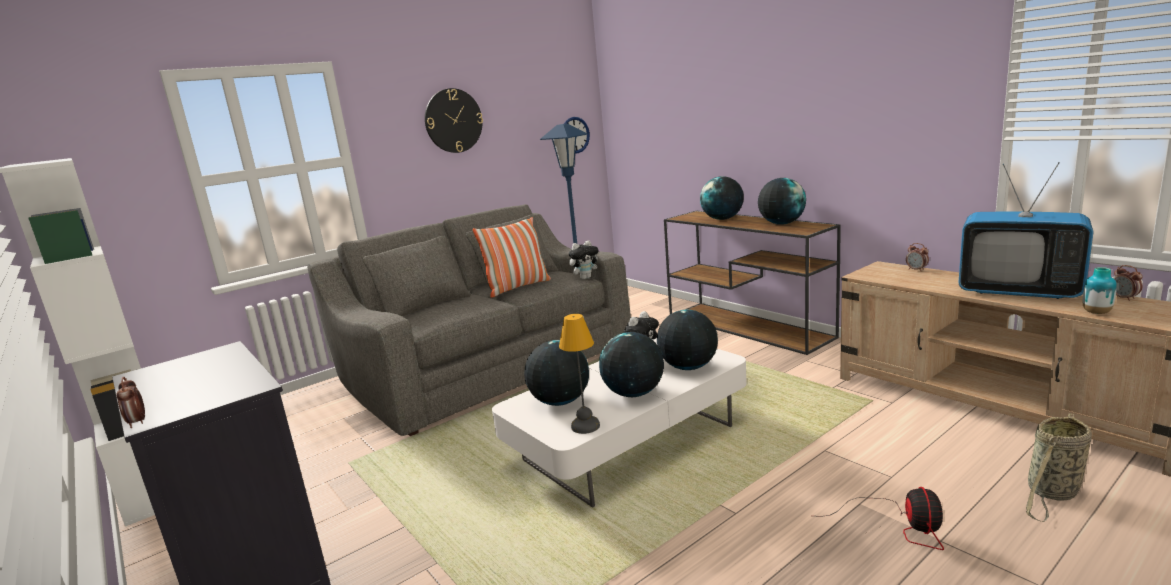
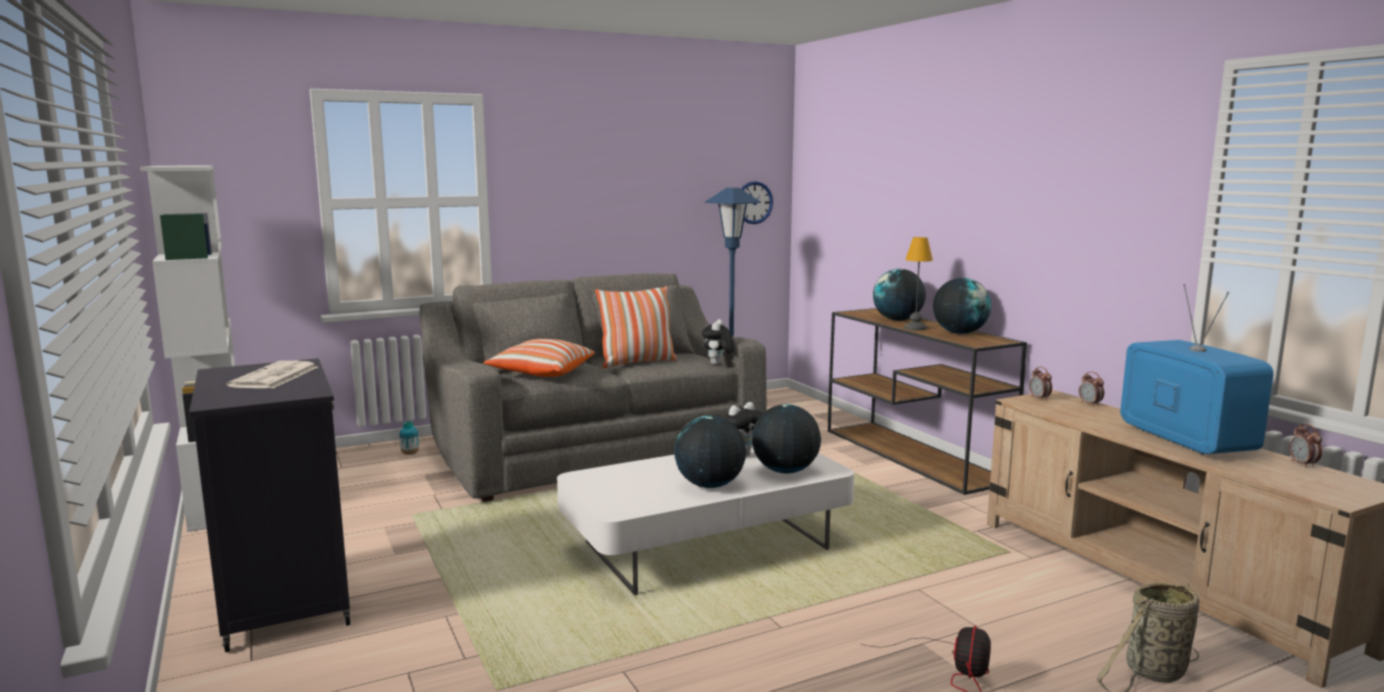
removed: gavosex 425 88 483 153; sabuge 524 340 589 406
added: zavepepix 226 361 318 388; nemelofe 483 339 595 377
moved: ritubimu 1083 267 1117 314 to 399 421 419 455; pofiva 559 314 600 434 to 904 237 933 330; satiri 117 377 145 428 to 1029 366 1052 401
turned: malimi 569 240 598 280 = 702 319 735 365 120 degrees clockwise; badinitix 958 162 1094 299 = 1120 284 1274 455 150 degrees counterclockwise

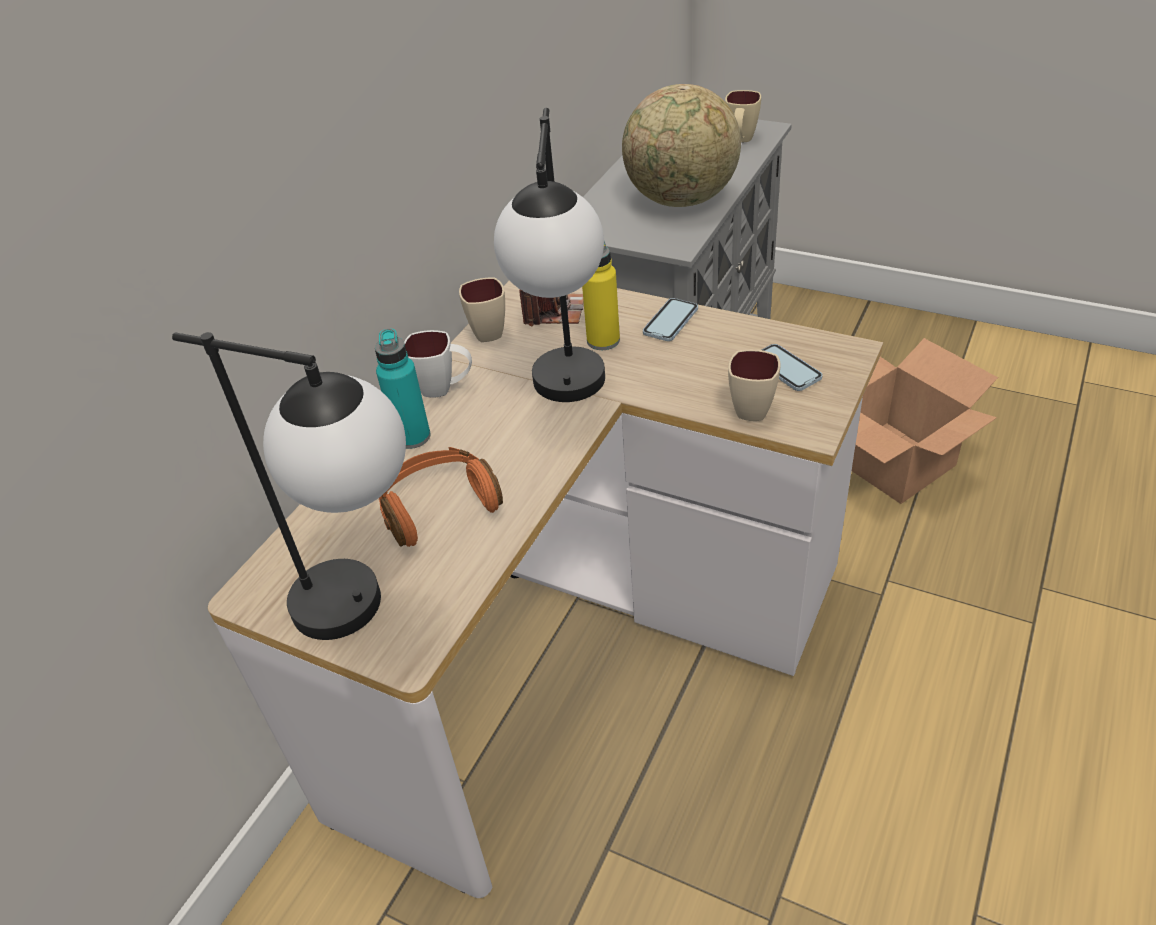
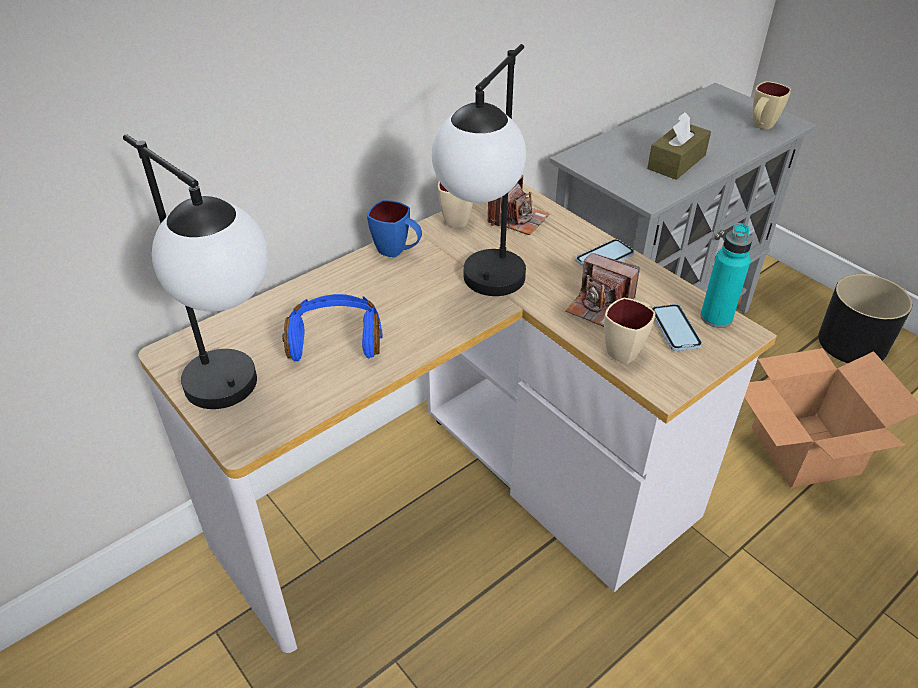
removed: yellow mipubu 582 241 620 350
added: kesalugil 565 253 640 327; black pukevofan 818 274 912 363
moved: turquoise mipubu 375 329 431 449 to 701 223 752 328
replaced: sabuge 622 84 741 207 to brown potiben 647 112 711 180
recoloured: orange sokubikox 379 447 503 547 to blue sokubikox 282 294 383 362; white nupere 404 330 472 398 to blue nupere 367 200 422 257

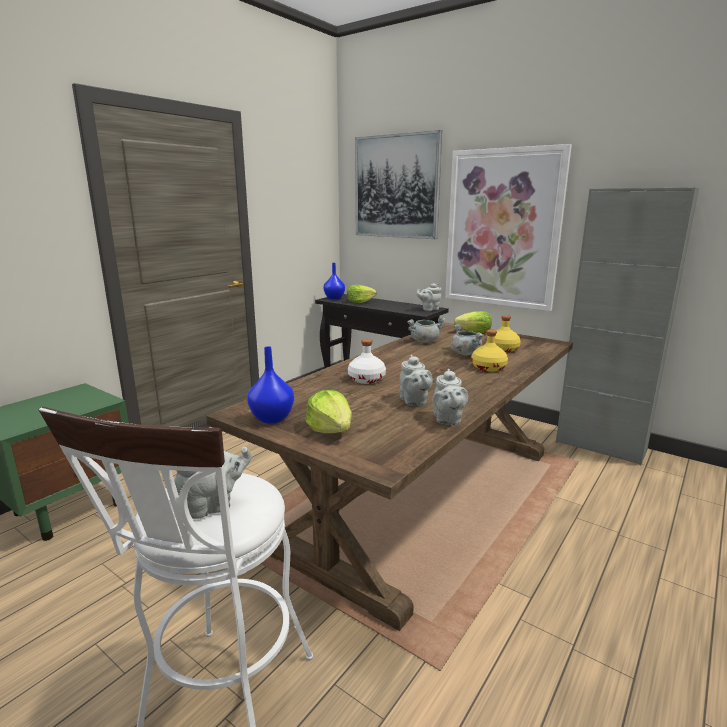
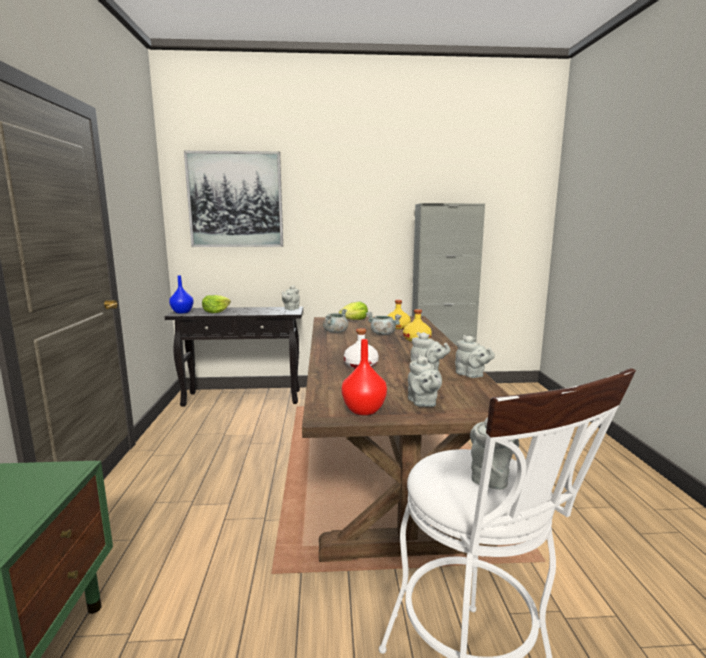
removed: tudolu 445 144 572 311
replaced: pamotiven 305 390 352 433 to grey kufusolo 408 355 442 407
recoloured: blue ritubimu 247 346 294 424 to red ritubimu 341 339 387 415

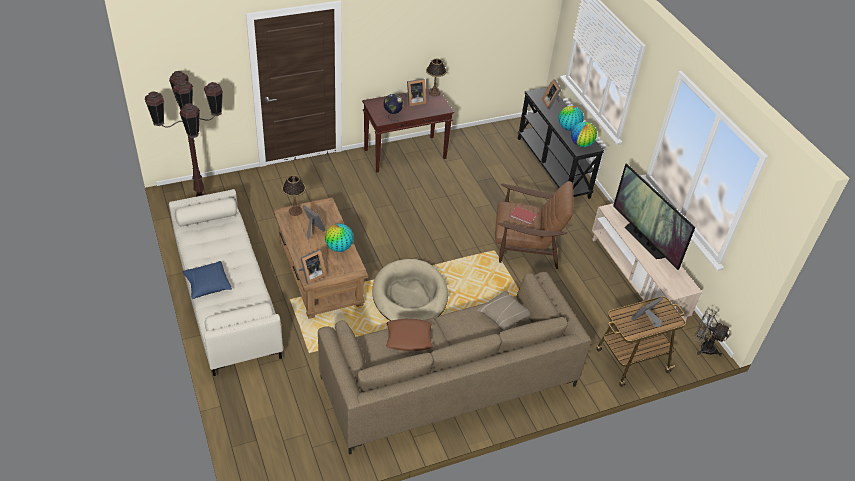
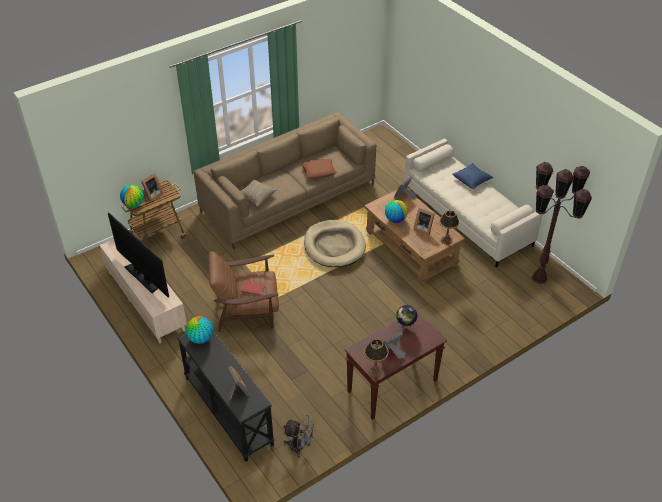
moved: sabuge 559 106 584 131 to 120 184 144 208; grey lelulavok 694 308 730 356 to 283 415 316 457

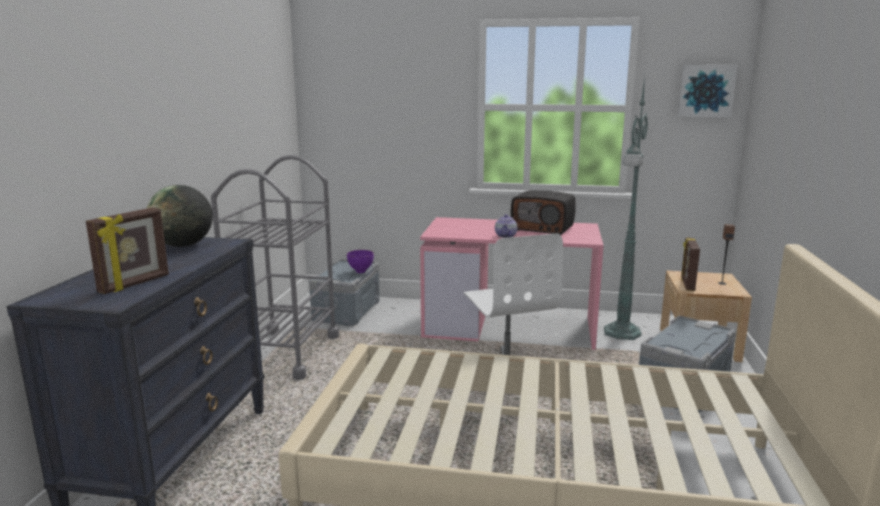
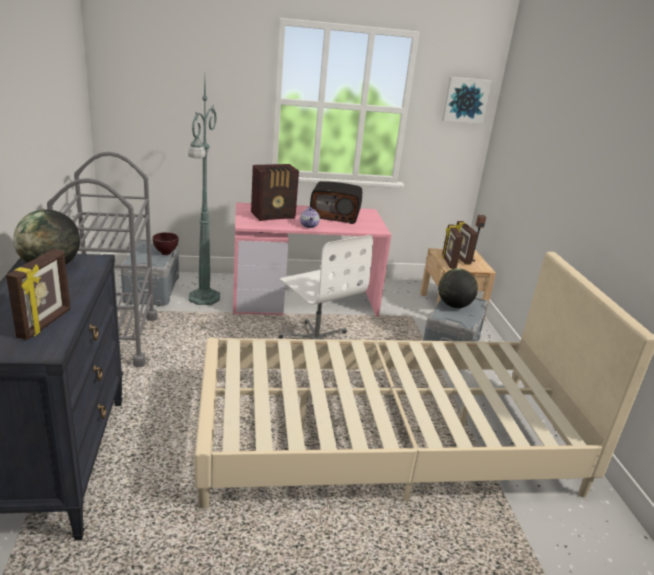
added: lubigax 251 164 299 221; sabuge 438 268 478 308; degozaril 455 221 478 265
moved: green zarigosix 604 76 648 340 to 188 81 220 305
recoloured: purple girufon 347 250 374 273 to brown girufon 152 232 179 255

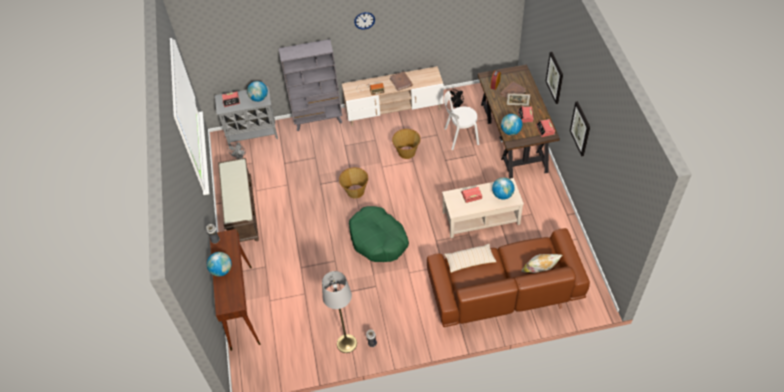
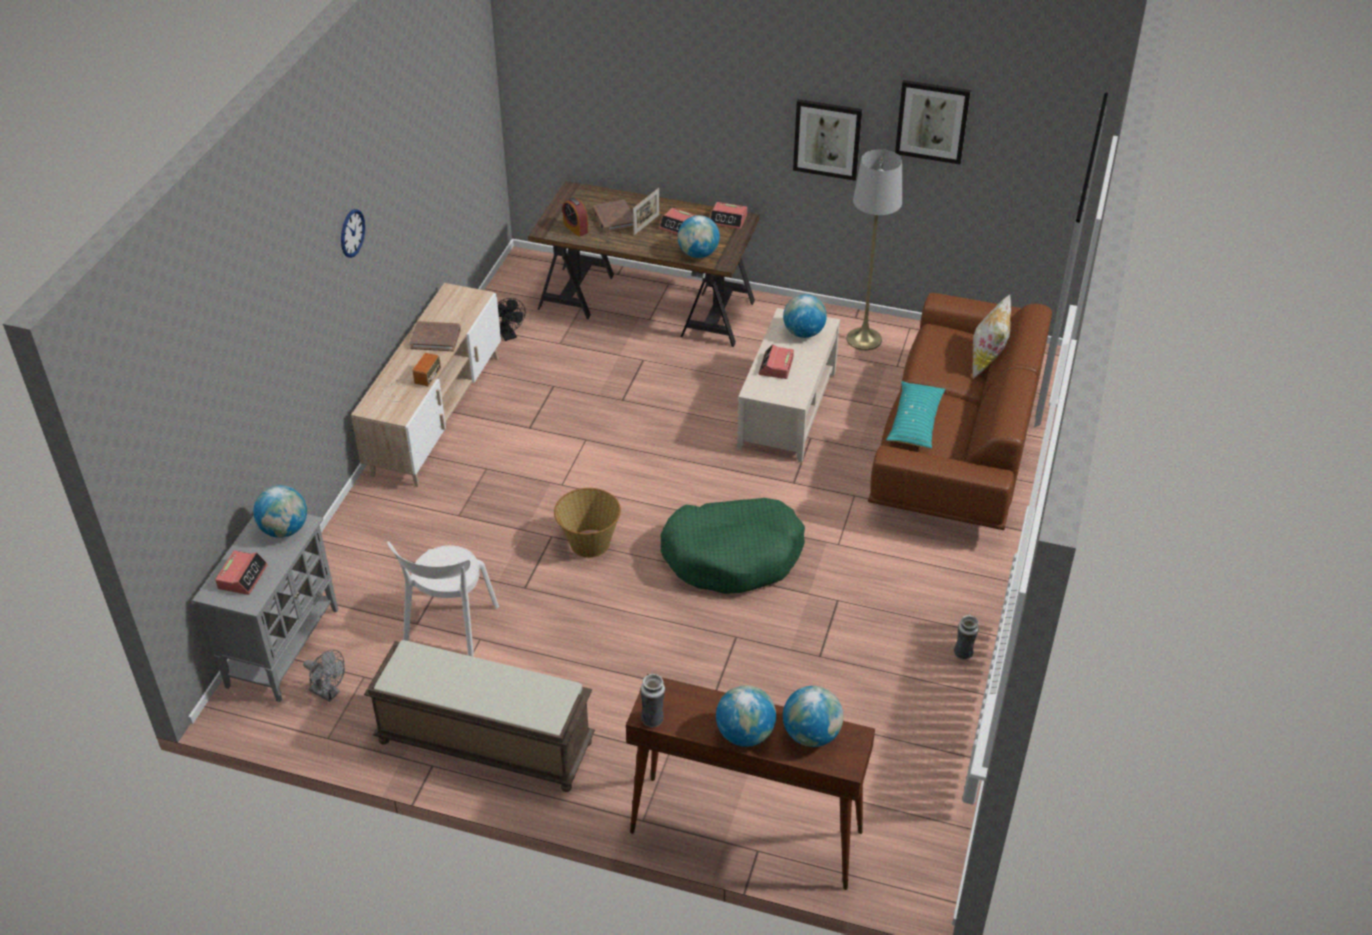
removed: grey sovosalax 279 39 342 131; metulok 392 129 421 159
added: sabuge 783 686 843 747
moved: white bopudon 444 91 479 150 to 387 541 499 657; grey zarigosix 322 271 357 353 to 846 149 902 350; tudolu 546 52 563 104 to 895 80 971 164
recoloured: beige nemelofe 444 243 496 273 to turquoise nemelofe 886 381 945 449

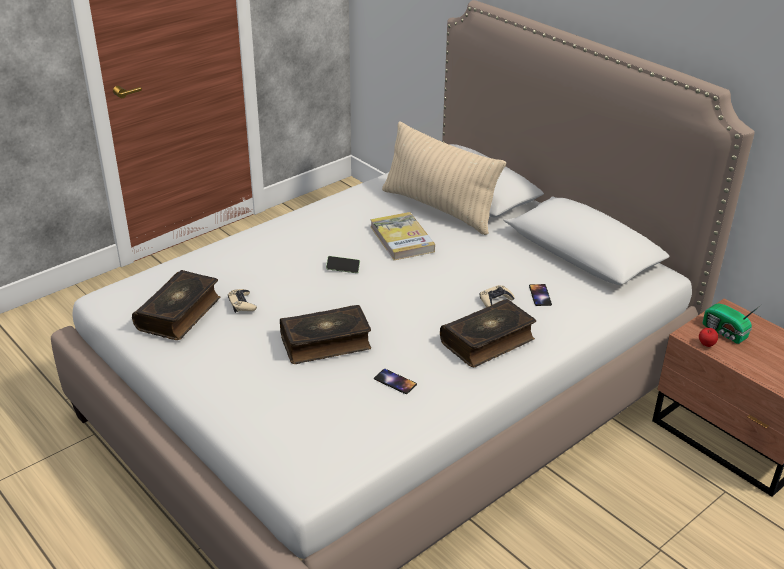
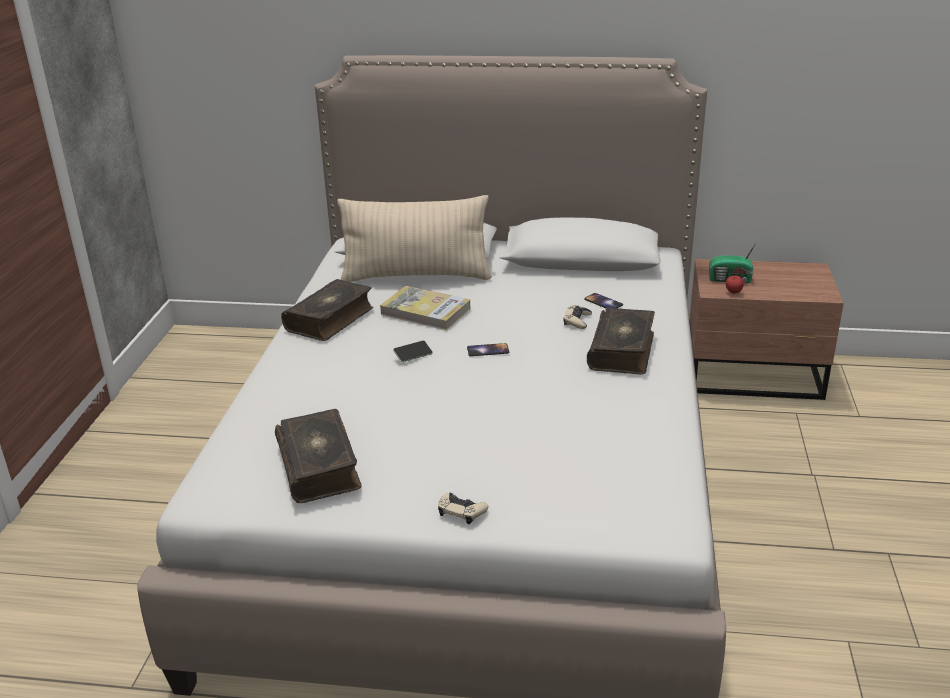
moved: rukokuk 280 305 371 364 to 281 279 373 341; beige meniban 228 289 257 313 to 438 492 488 524; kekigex 374 369 417 394 to 467 343 509 356

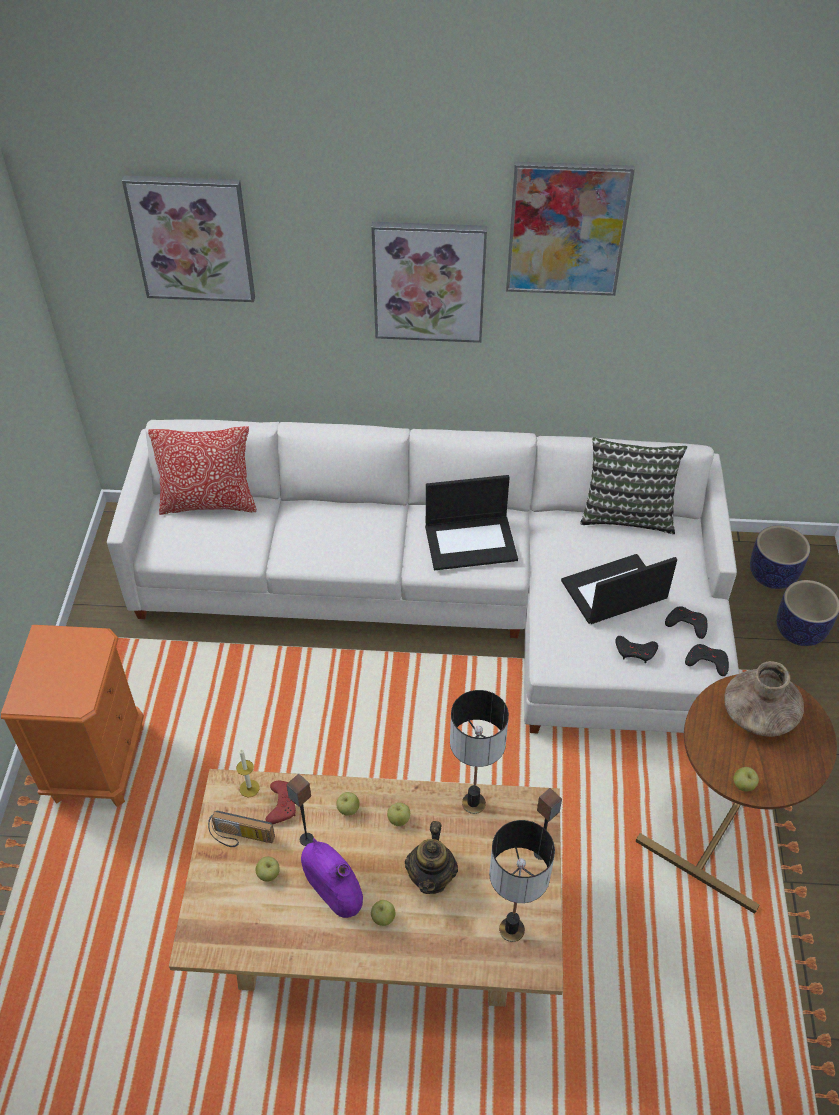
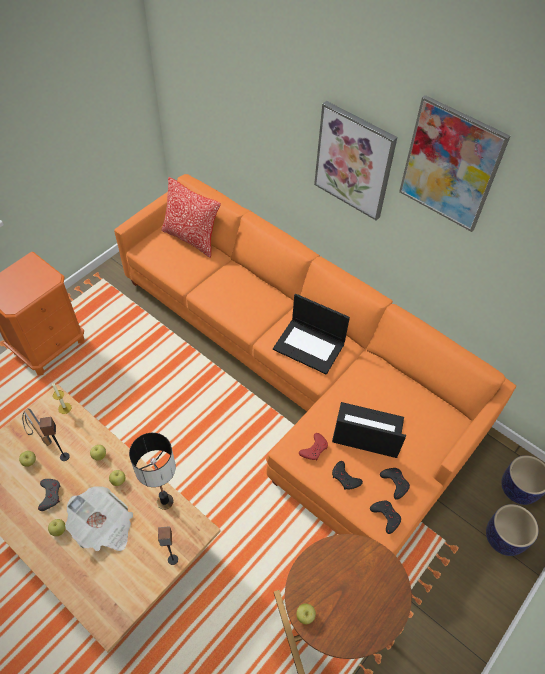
removed: tudolu 122 176 255 302; pofiva 489 820 555 942; nemelofe 580 437 687 534; brown ritubimu 724 661 804 737
moved: red meniban 266 781 296 824 to 299 433 328 460
replaced: purple ritubimu 301 838 363 918 to grey meniban 38 479 61 511; kufusolo 405 821 458 894 to zavepepix 65 486 133 551
recoloured: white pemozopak 107 419 739 733 to orange pemozopak 114 174 516 556

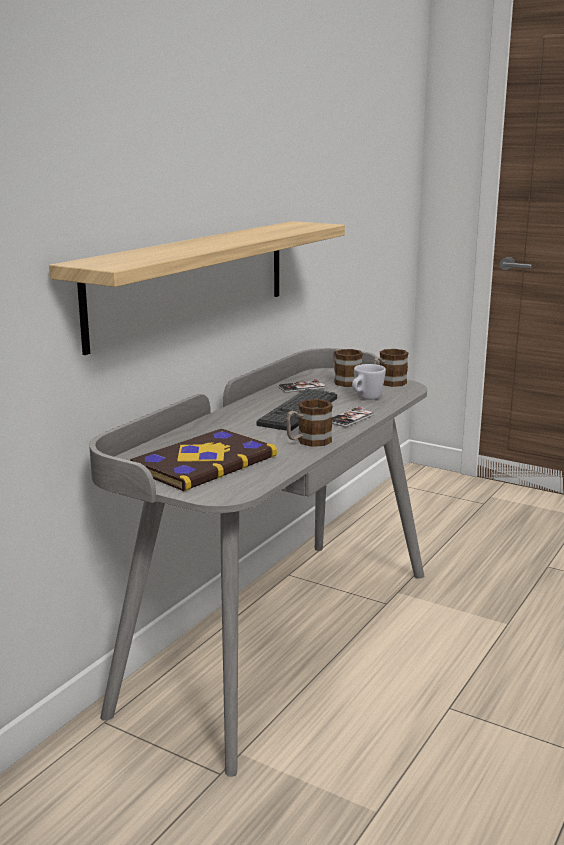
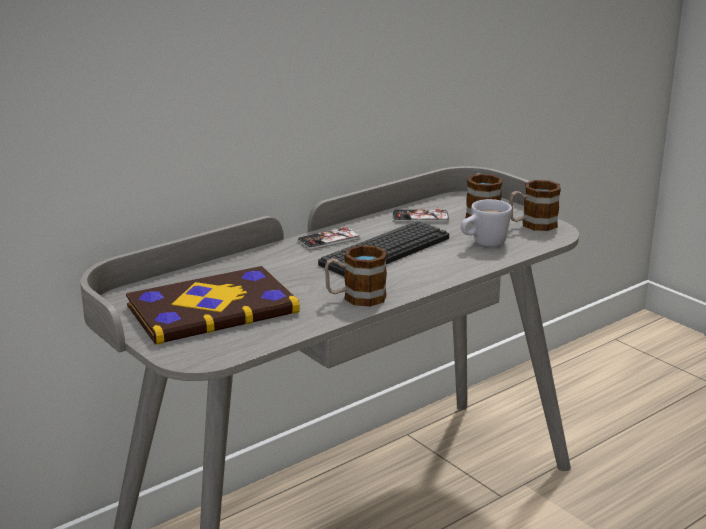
removed: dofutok 49 221 345 355
moved: kekigex 332 406 374 427 to 297 225 360 250

